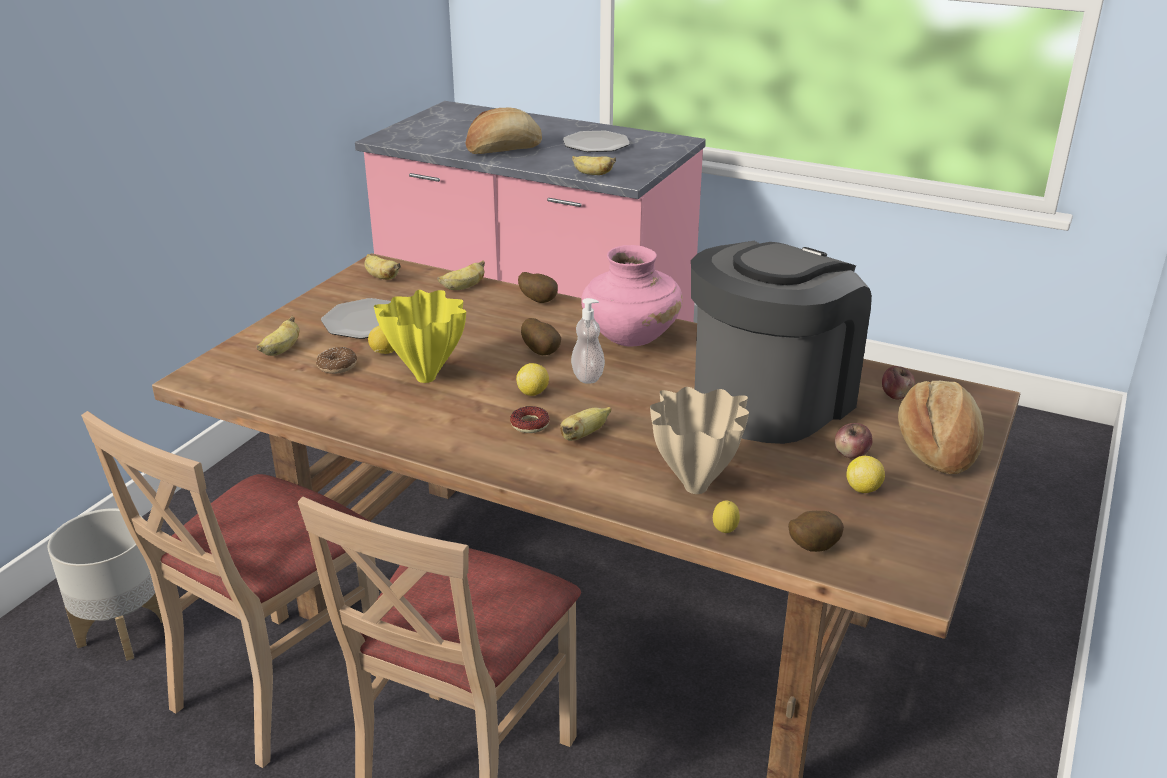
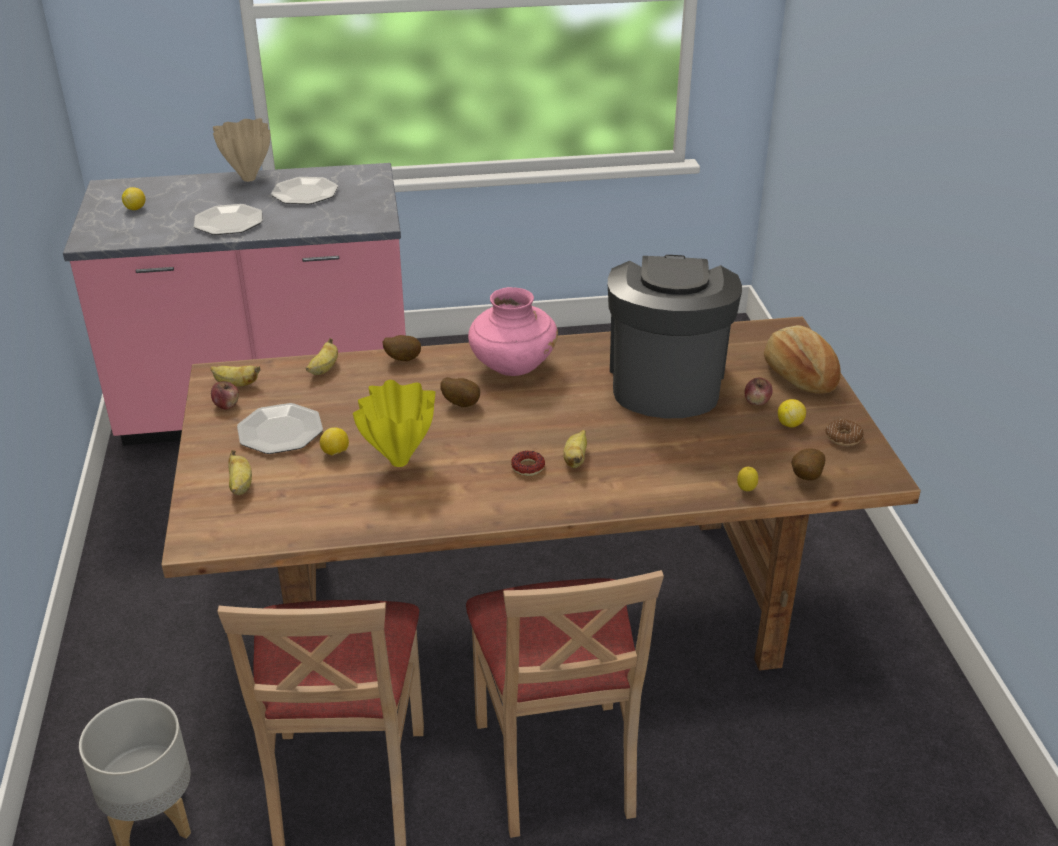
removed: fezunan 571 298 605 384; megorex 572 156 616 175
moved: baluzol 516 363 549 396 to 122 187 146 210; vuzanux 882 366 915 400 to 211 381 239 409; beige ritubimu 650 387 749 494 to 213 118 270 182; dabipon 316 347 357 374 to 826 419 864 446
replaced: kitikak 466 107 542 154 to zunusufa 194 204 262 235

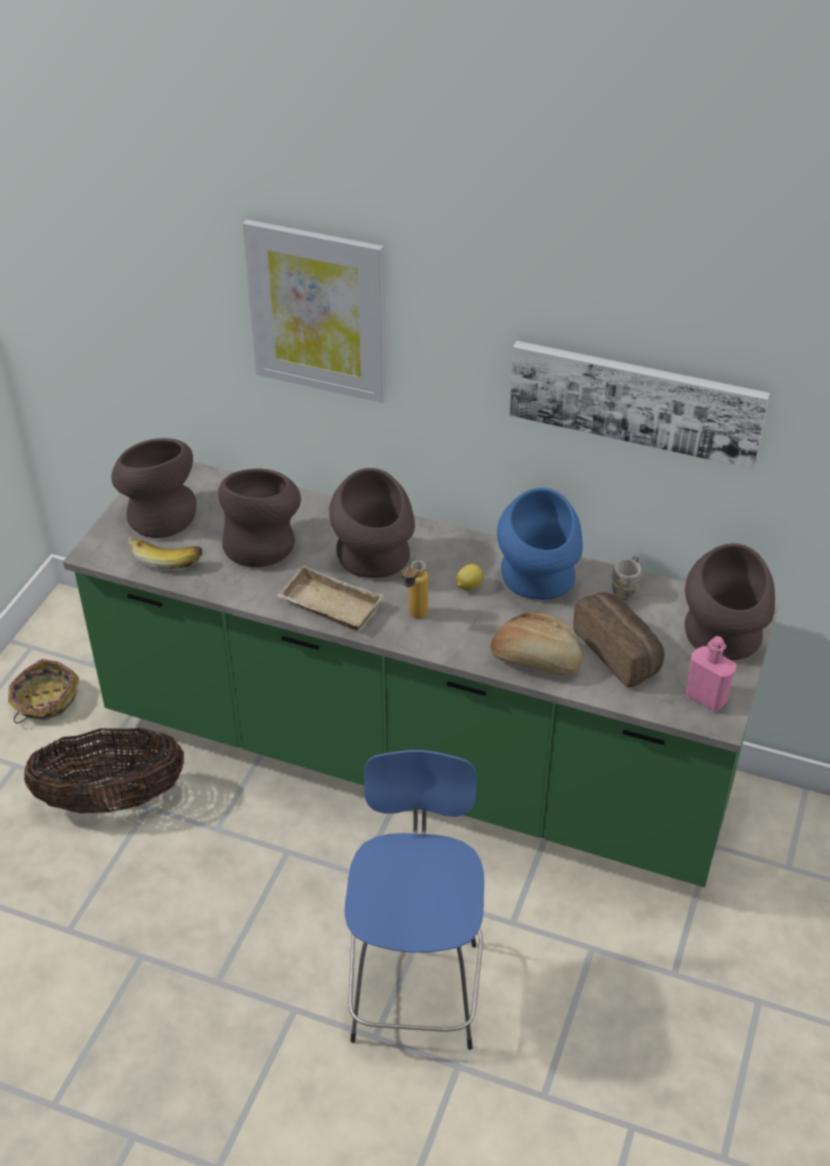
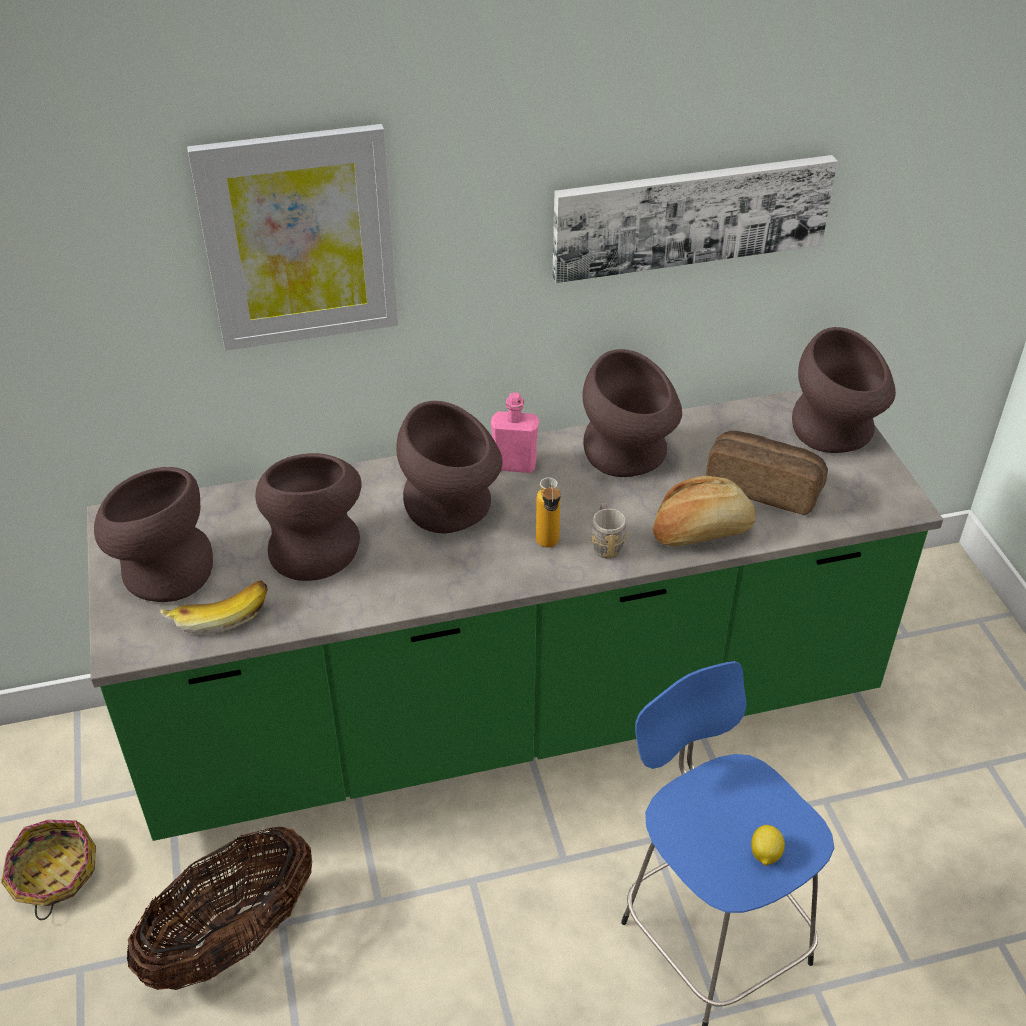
removed: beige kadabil 277 565 384 630
moved: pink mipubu 686 636 736 711 to 491 392 539 473; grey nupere 611 556 641 600 to 591 503 627 559; baluzol 456 564 483 590 to 751 825 785 866
recoloured: blue ritubimu 497 488 583 600 to brown ritubimu 582 349 682 477

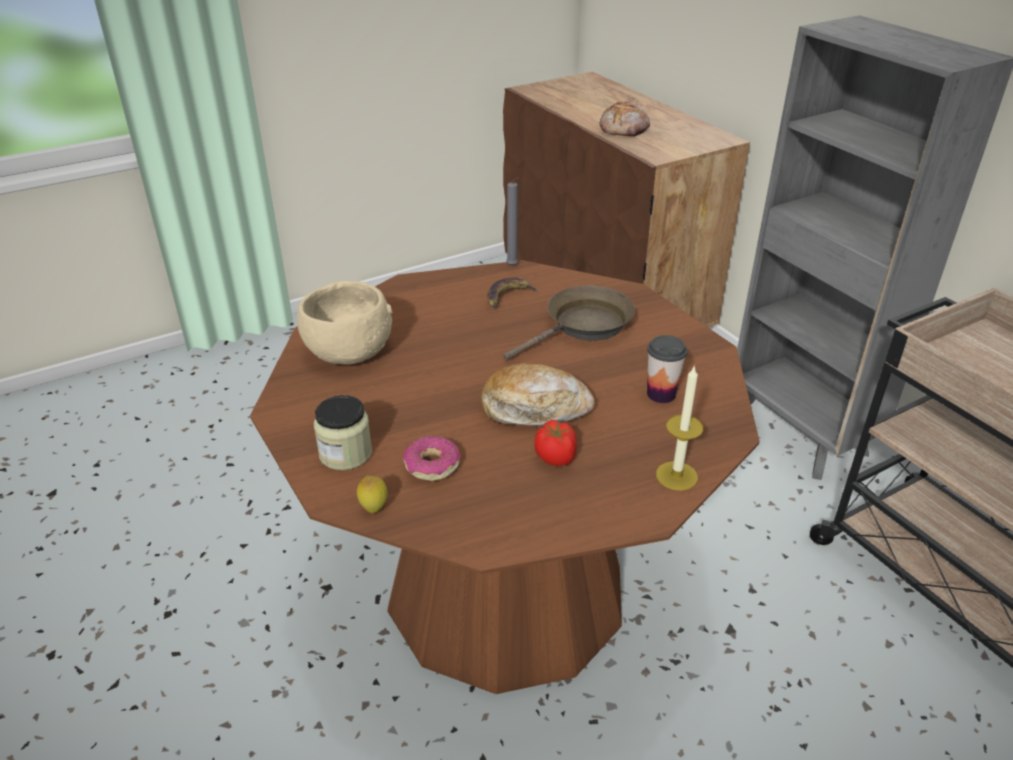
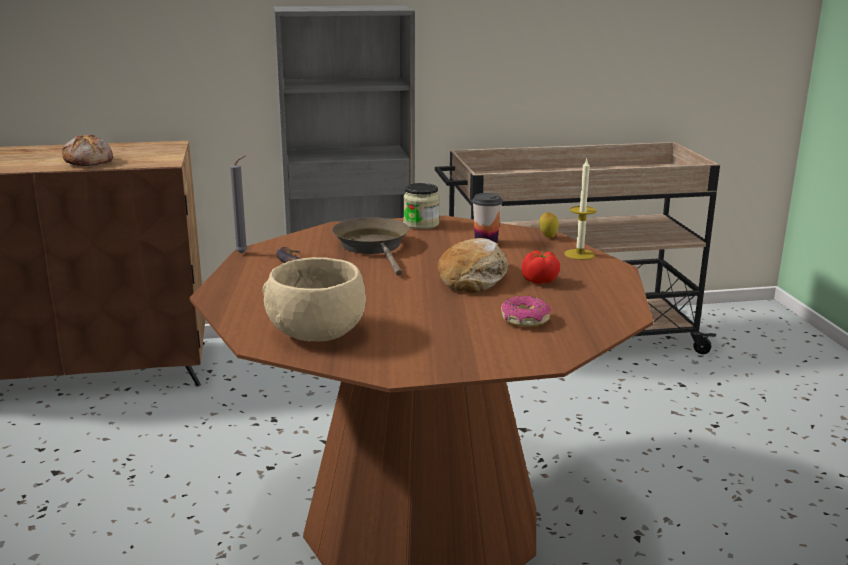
moved: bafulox 314 395 372 470 to 403 183 440 229; baluzol 357 475 388 513 to 539 212 559 238

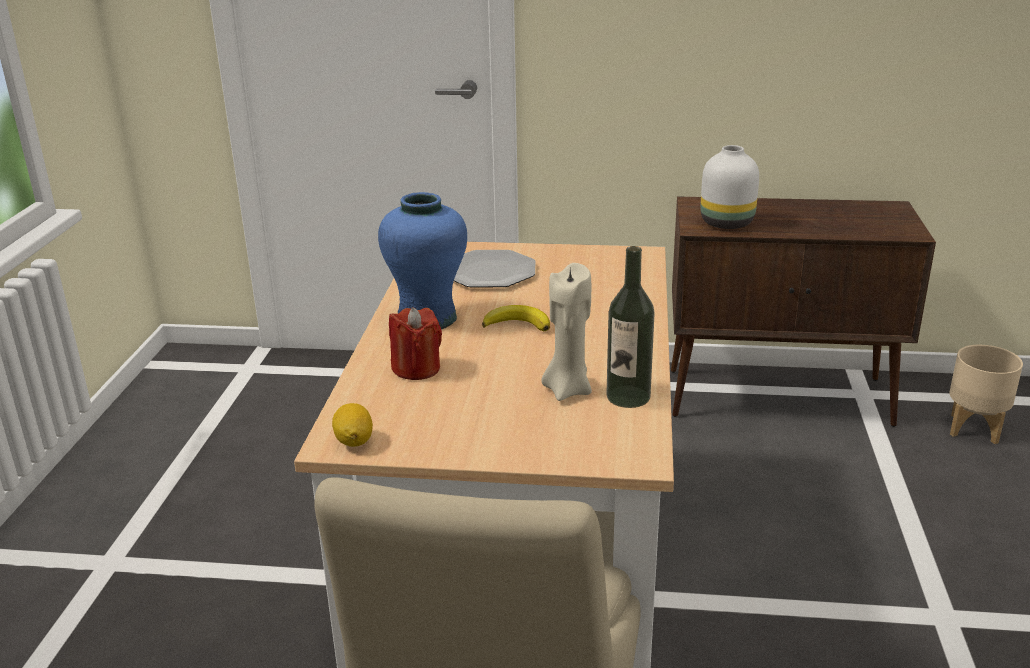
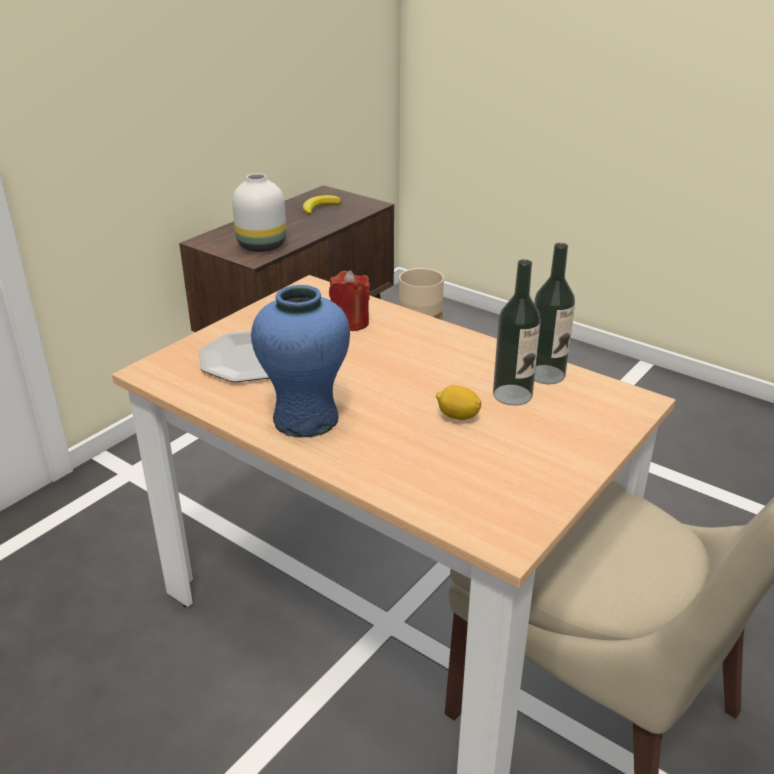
moved: megorex 482 305 550 331 to 303 195 341 215; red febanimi 389 307 442 380 to 329 270 370 331; baluzol 332 403 373 447 to 436 385 481 420
replaced: beige febanimi 541 263 592 401 to mipubu 493 259 541 405

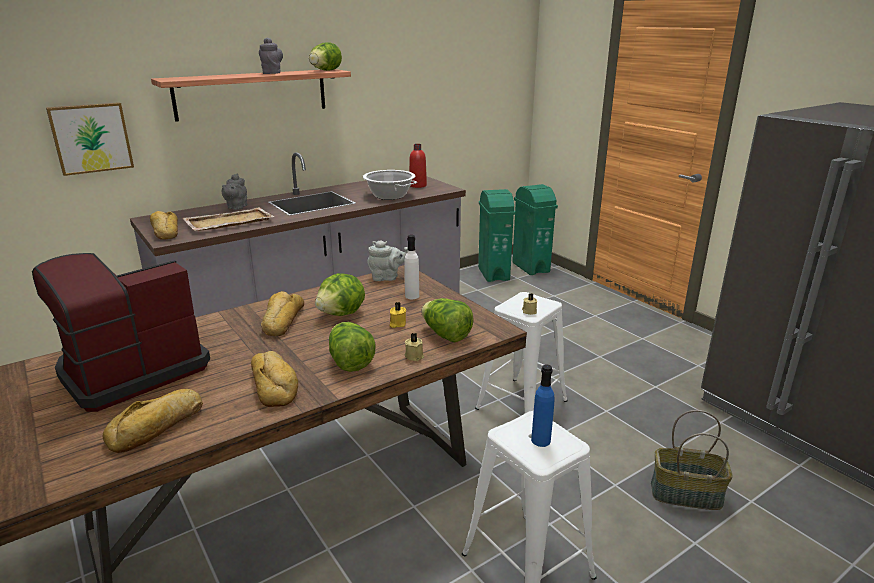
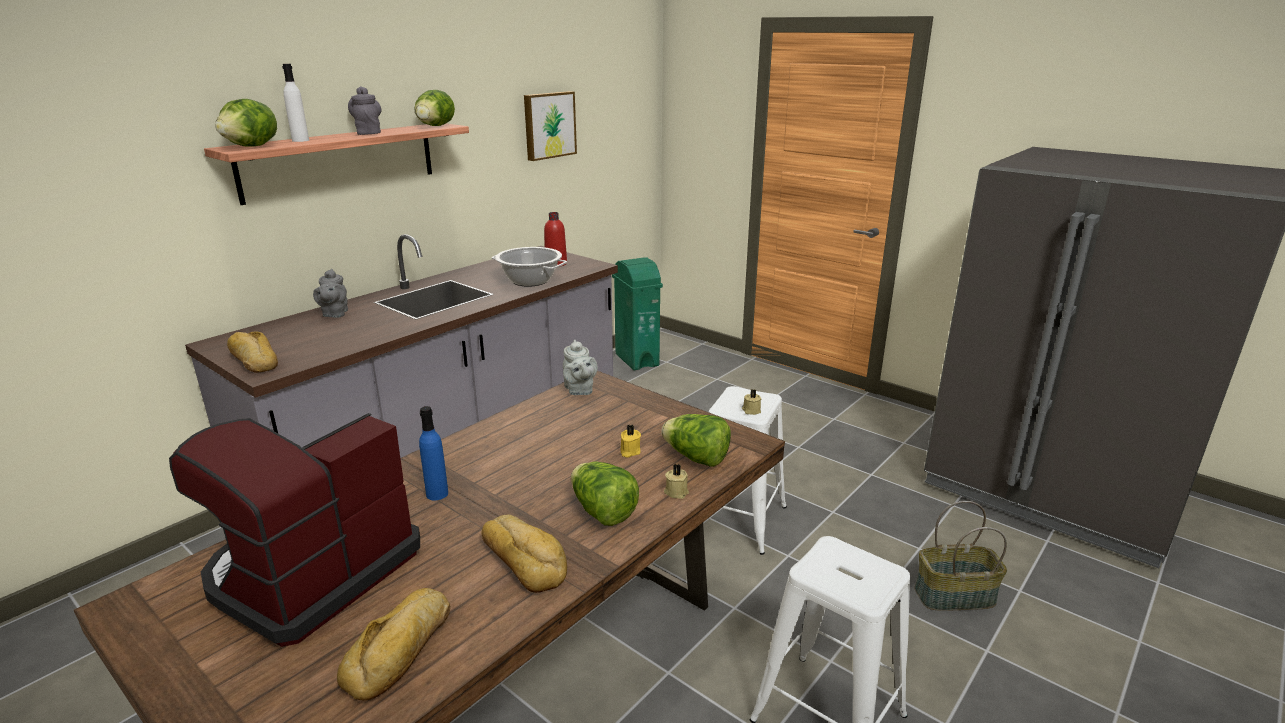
removed: beige kadabil 182 207 274 231; kitikak 261 291 304 336; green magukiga 512 184 558 275
moved: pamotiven 315 273 365 316 to 215 99 277 147; white mipubu 404 235 419 299 to 282 64 309 142; blue mipubu 531 364 555 447 to 419 406 448 500; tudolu 46 102 134 176 to 524 91 577 161
turned: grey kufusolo 367 240 408 281 = 563 339 598 395 90 degrees clockwise

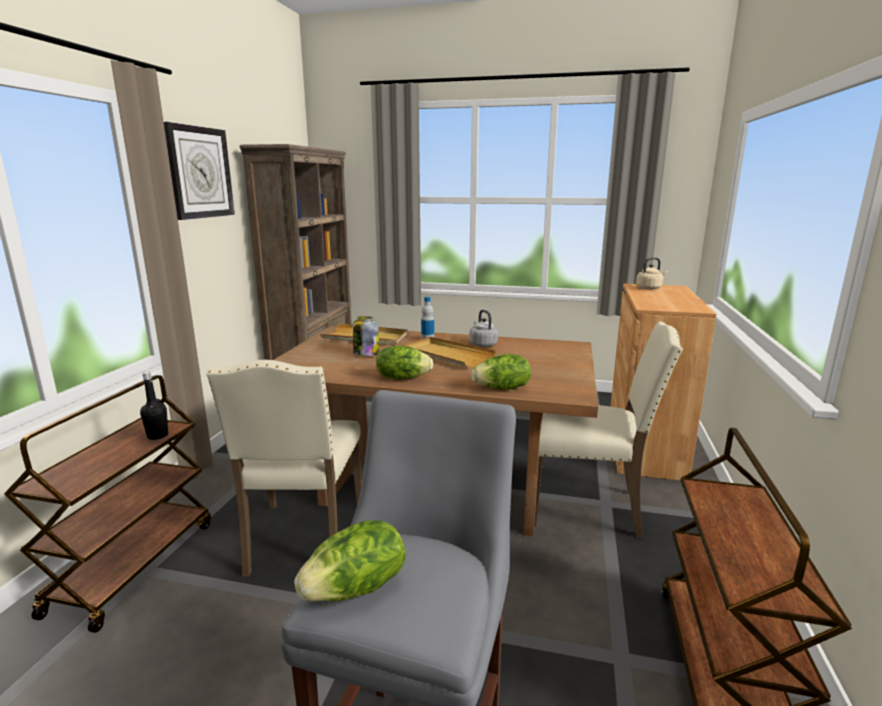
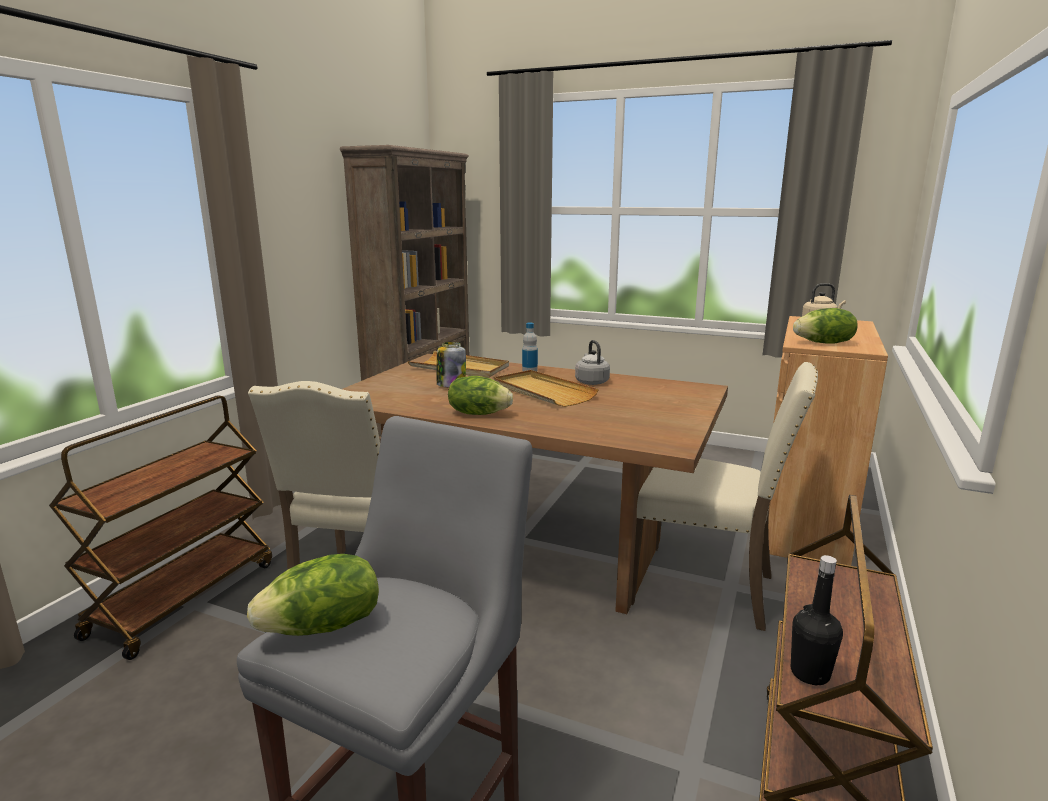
removed: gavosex 164 122 235 220
moved: black mipubu 140 372 168 440 to 791 555 843 685; pamotiven 471 354 531 390 to 793 308 858 343

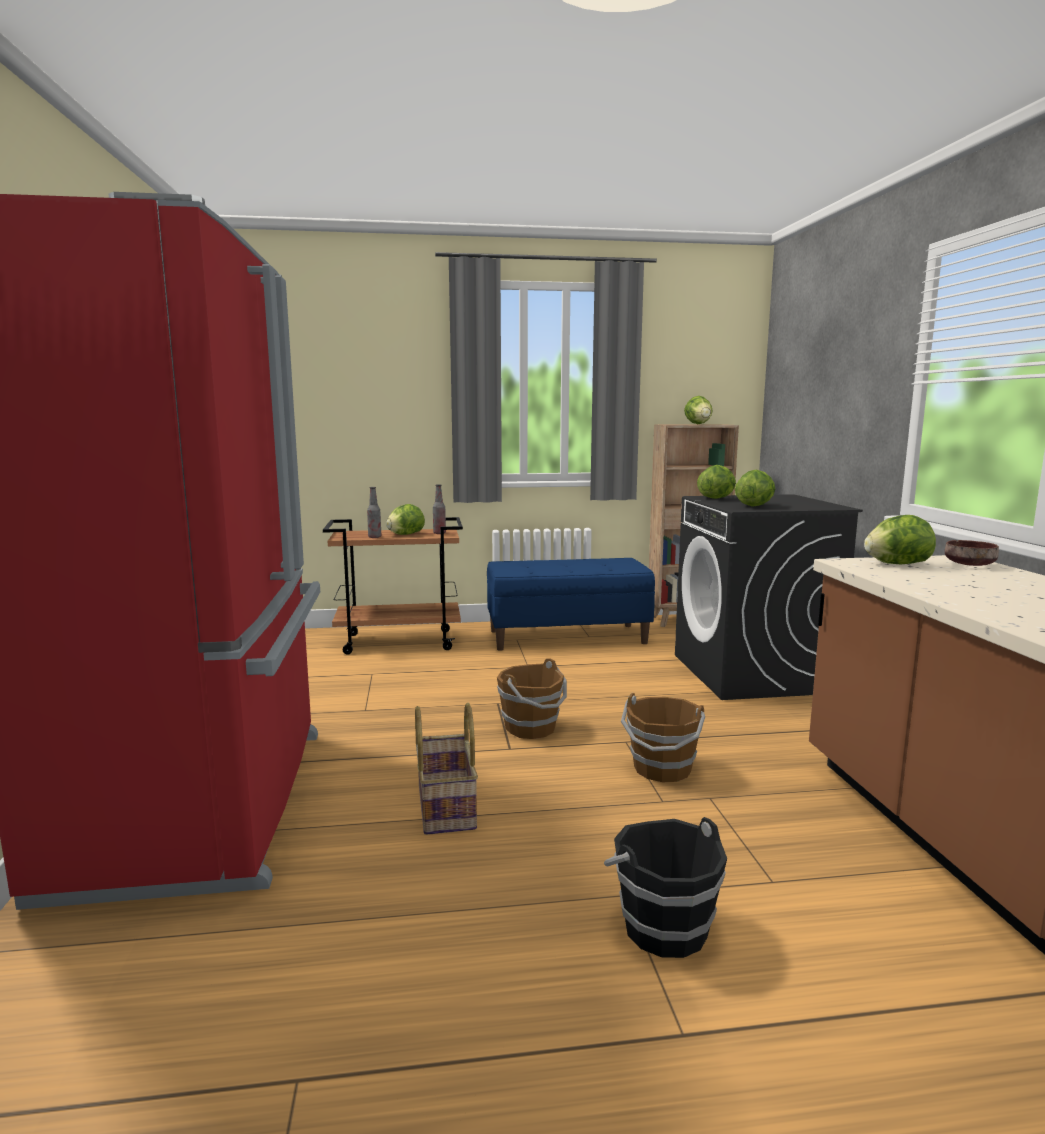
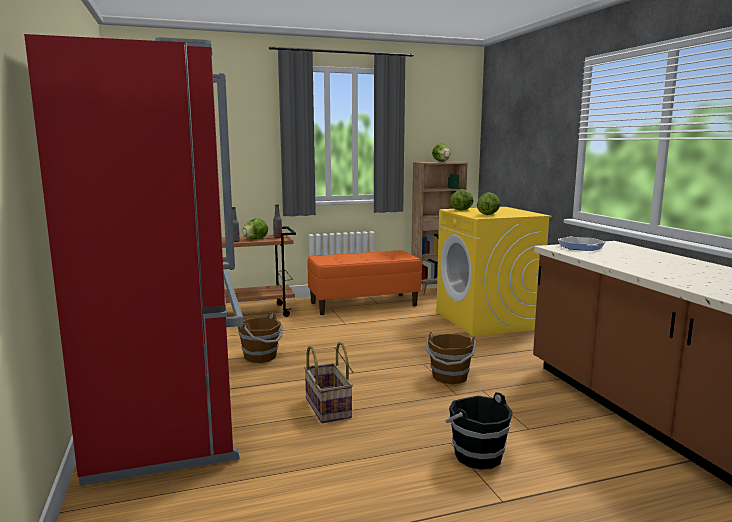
removed: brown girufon 945 540 999 566
moved: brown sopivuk 497 658 567 739 to 238 313 283 363
replaced: pamotiven 864 515 936 564 to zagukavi 558 237 605 251
recoloured: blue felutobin 487 558 655 651 to orange felutobin 307 250 421 315; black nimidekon 675 494 863 700 to yellow nimidekon 436 207 552 337

